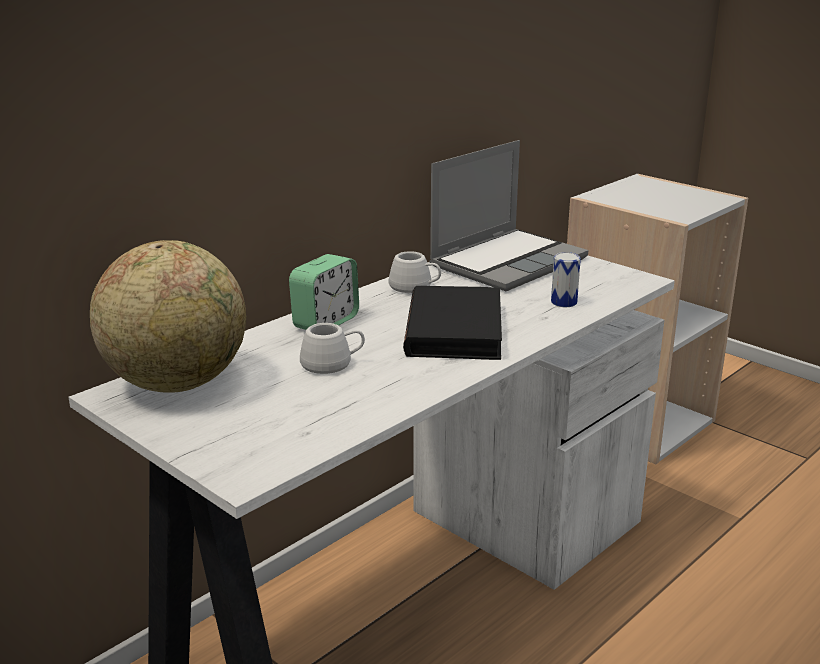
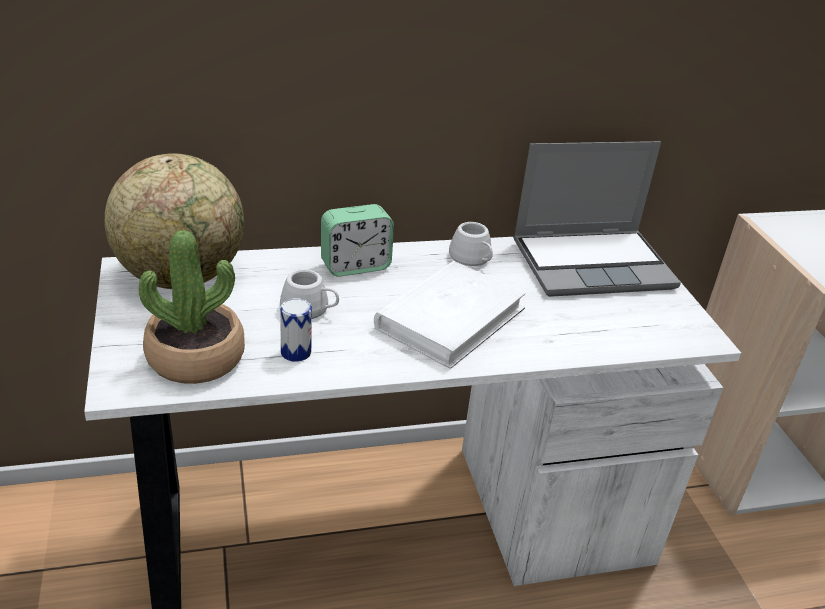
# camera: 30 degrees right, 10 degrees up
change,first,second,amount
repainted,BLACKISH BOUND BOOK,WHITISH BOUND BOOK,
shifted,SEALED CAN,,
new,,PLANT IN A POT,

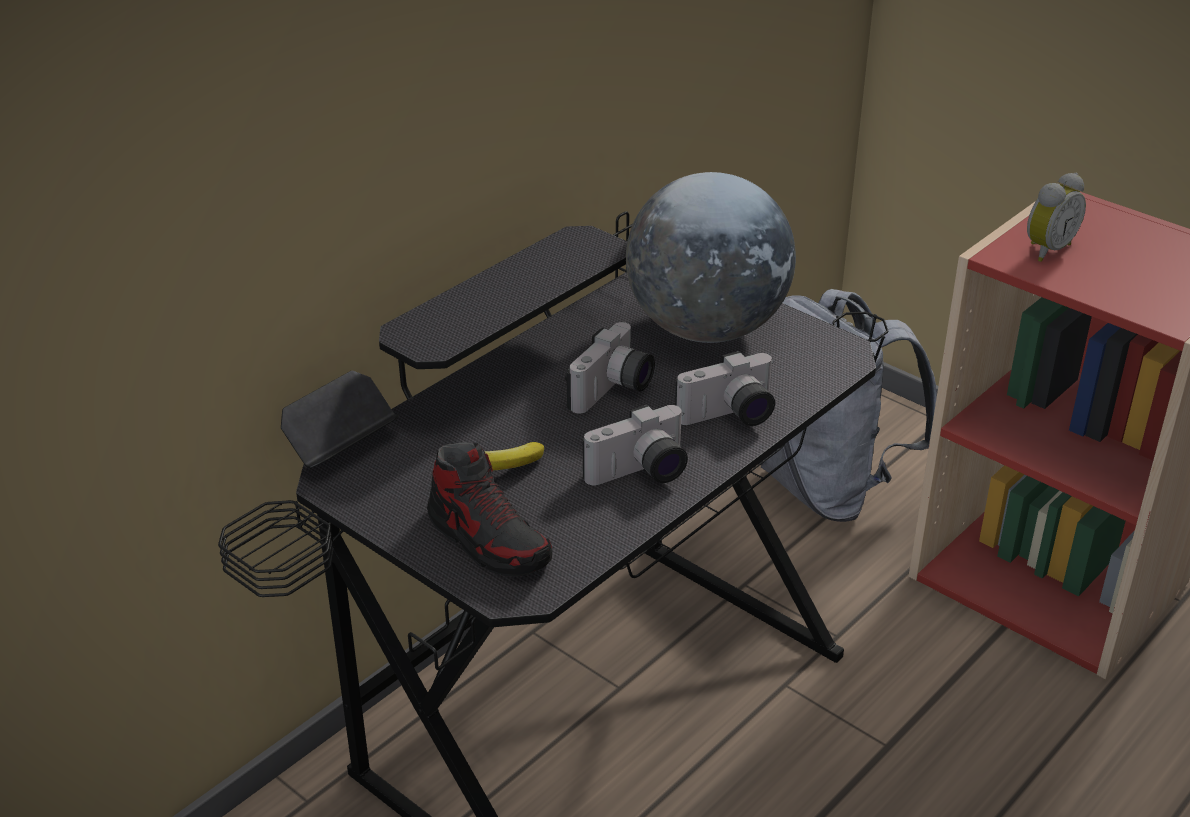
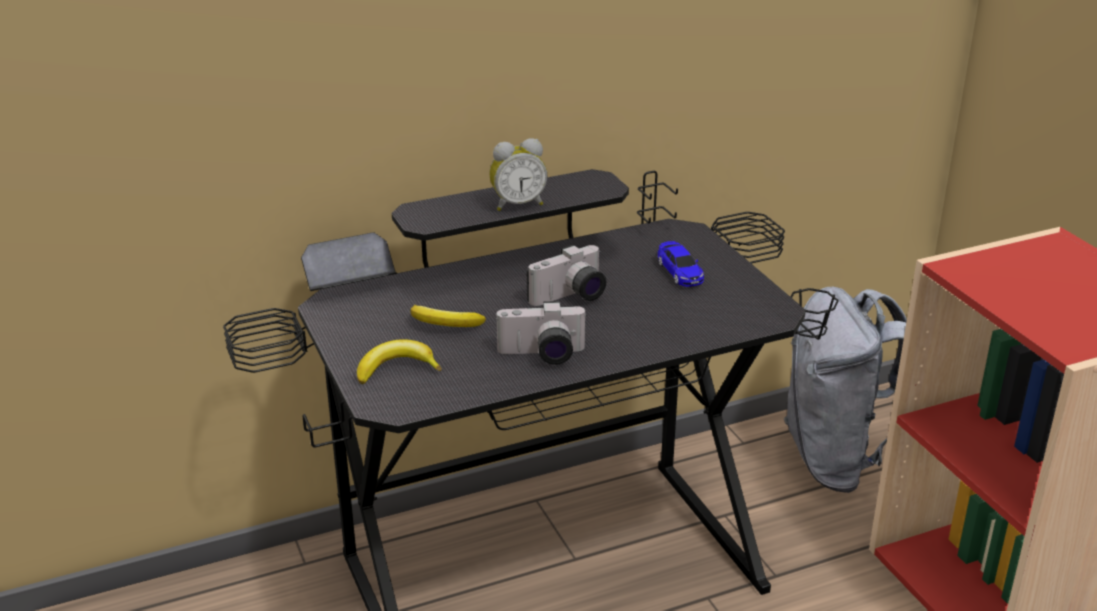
# camera: 25 degrees right, 5 degrees down
change,first,second,amount
swapped,LOW SHOE,BANANA (no. 1 from left),
swapped,WORLD GLOBE,MODEL CAR,
gone,PHOTO CAMERA (no. 3 from left),,
shifted,TABLE CLOCK,,

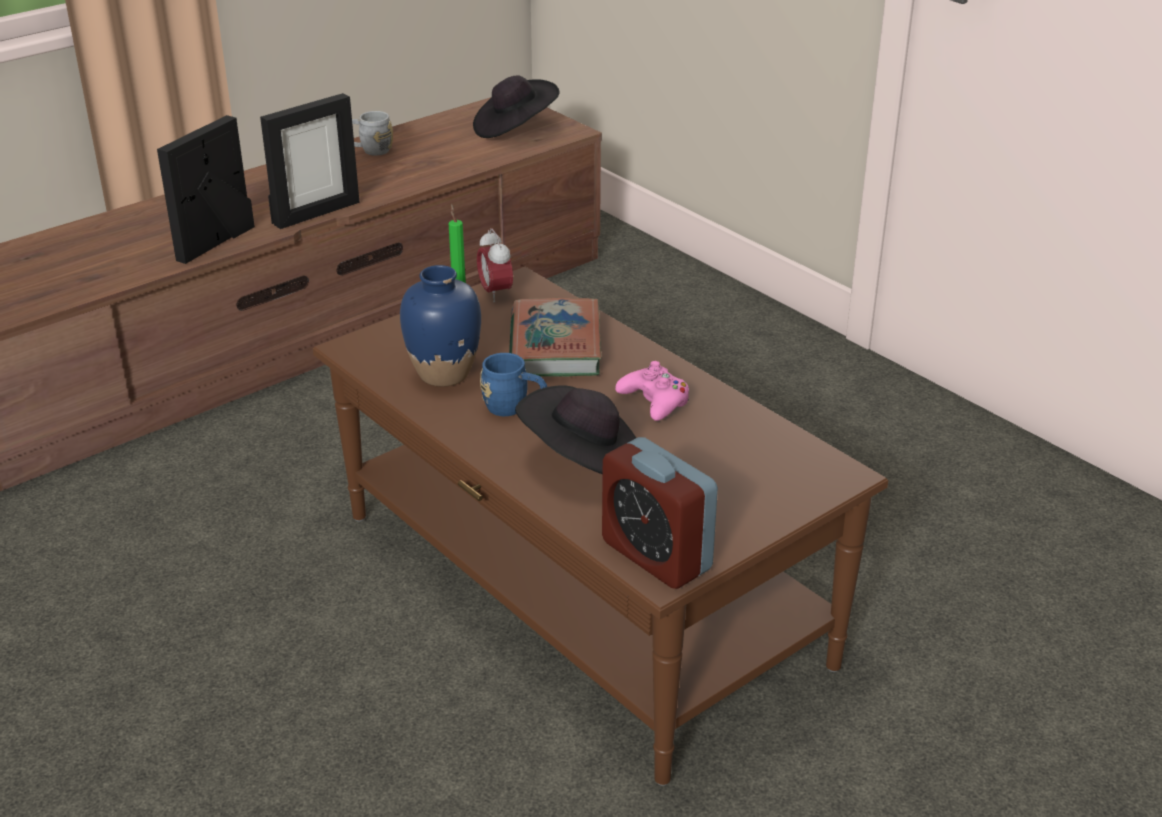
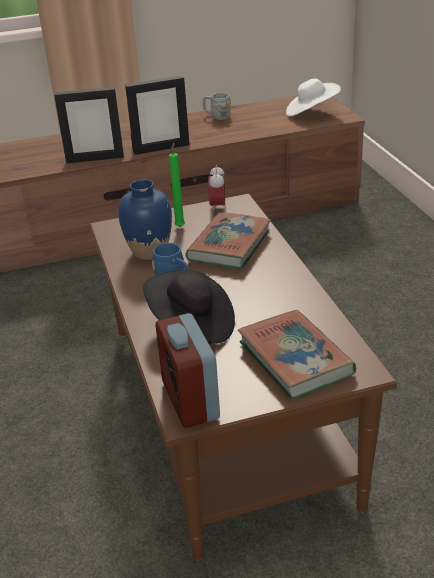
# camera: 25 degrees right, 0 degrees up
change,first,second,amount
rotated,PHOTO FRAME (no. 1 from left),,150 degrees counterclockwise
repainted,BLACKISH HAT (no. 1 from left),WHITISH HAT,
gone,PINKISH GAMEPAD,,
new,,BOUND BOOK (no. 2 from left),

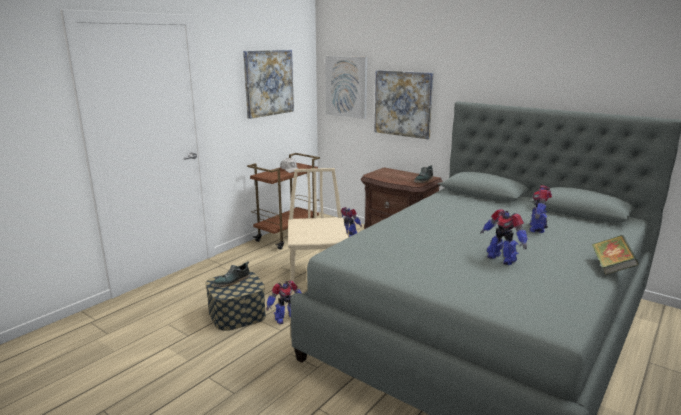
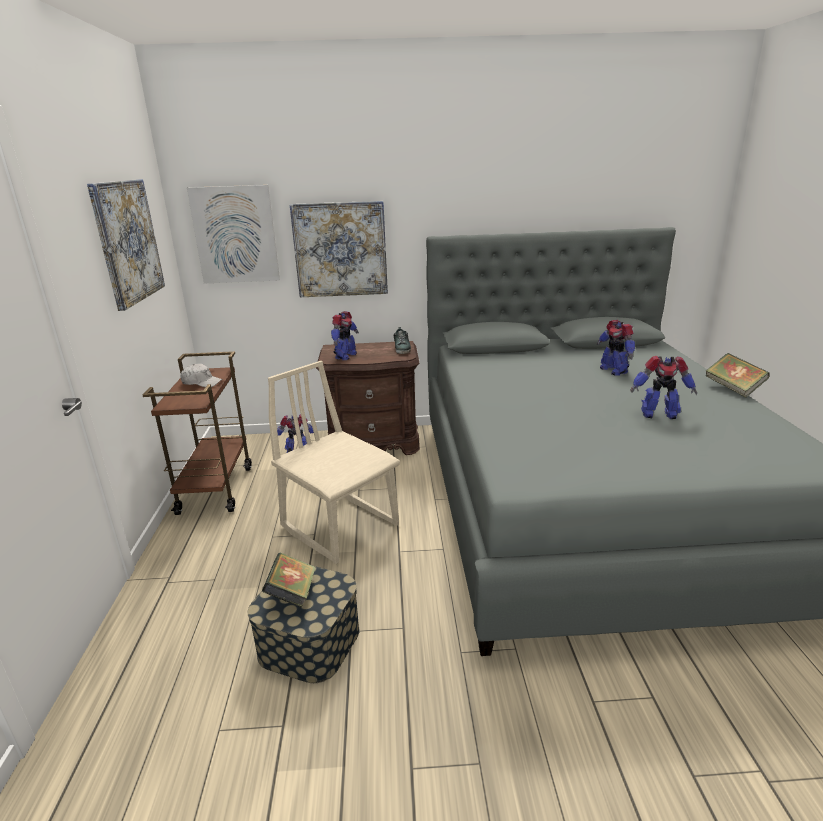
# camera: 40 degrees left, 5 degrees up
change,first,second,amount
swapped,LOW SHOE (no. 1 from left),BOUND BOOK (no. 1 from left),
shifted,TOY ROBOT (no. 1 from left in the first image),TOY ROBOT (no. 2 from left),

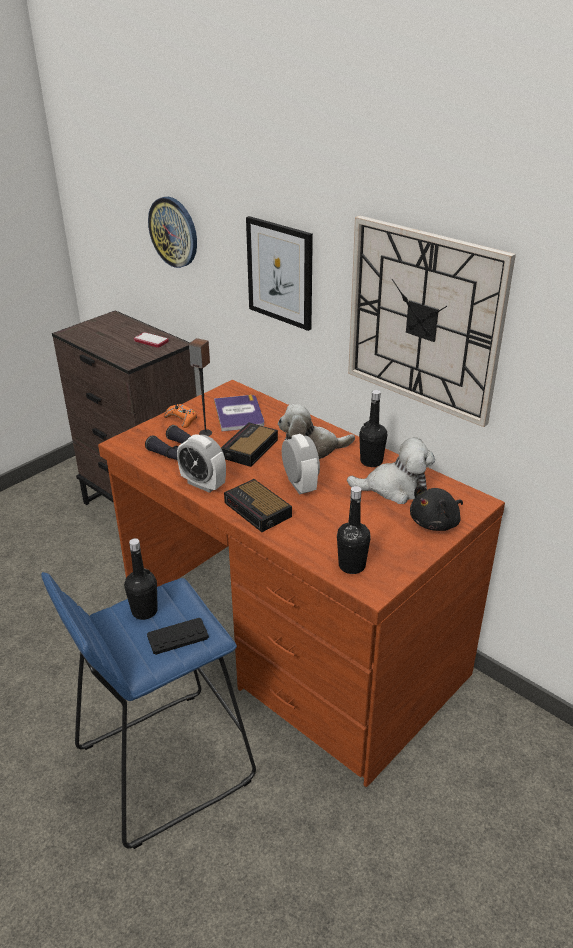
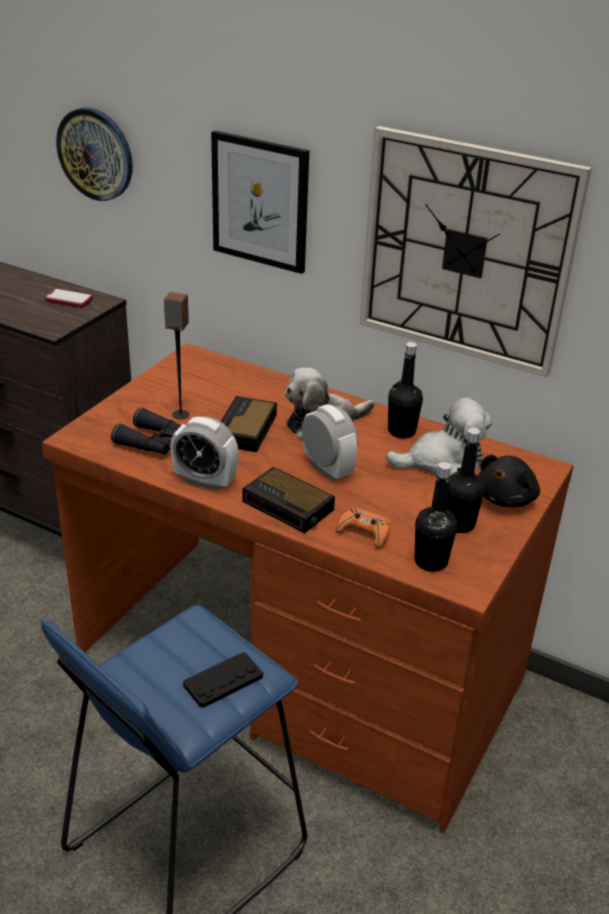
# camera: 15 degrees left, 0 degrees up
change,first,second,amount
shifted,BLACKISH DRINK BOTTLE (no. 1 from left in the first image),BLACKISH DRINK BOTTLE (no. 3 from left),
shifted,ORANGE-COLOURED GAMEPAD,,
gone,BOUND BOOK,,

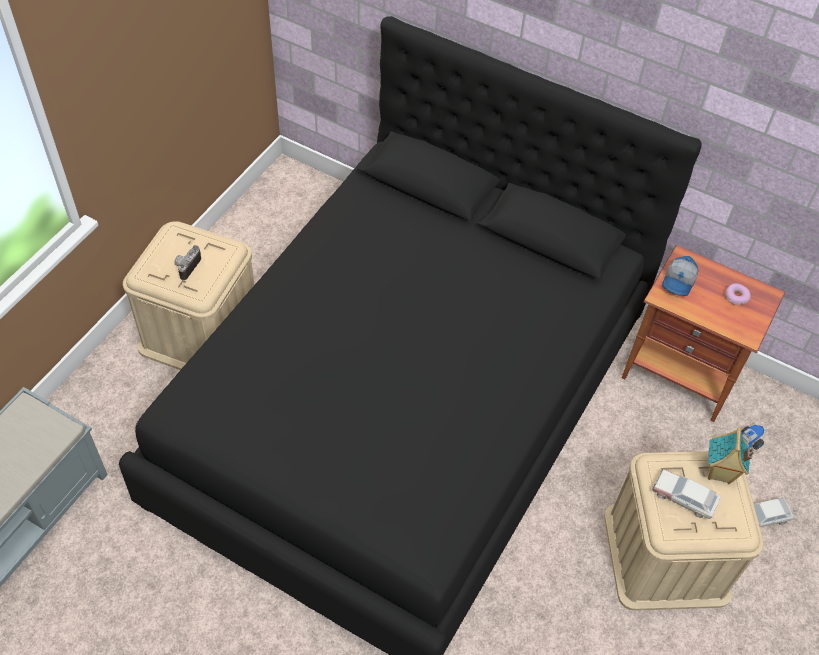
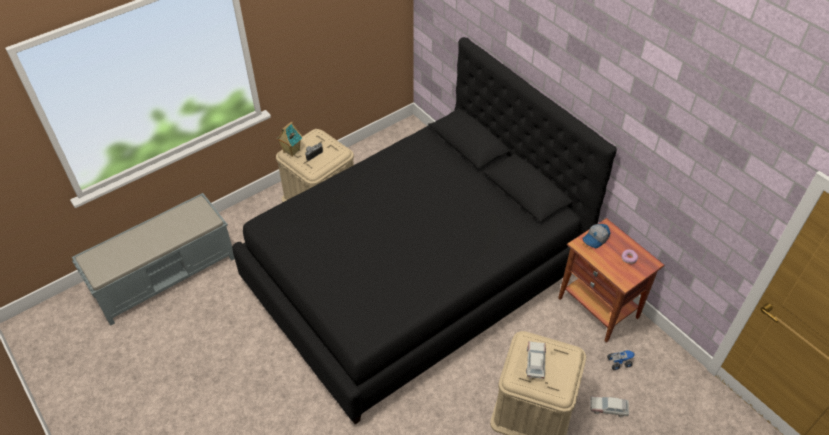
# camera: 25 degrees right, 5 degrees down
change,first,second,amount
rotated,MODEL CAR (no. 1 from left),,45 degrees clockwise
shifted,TOY HOUSE,,

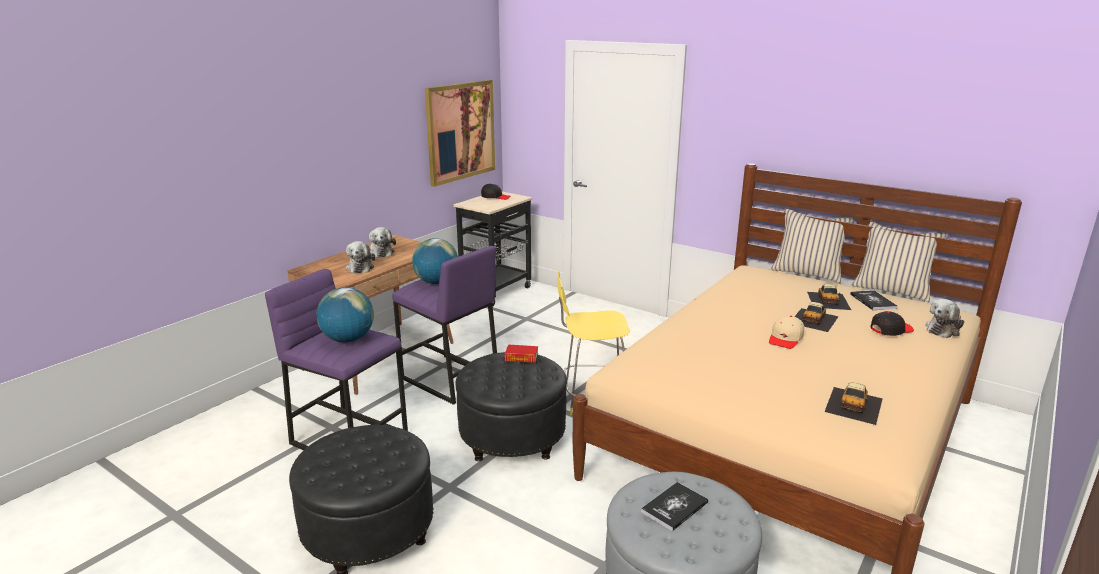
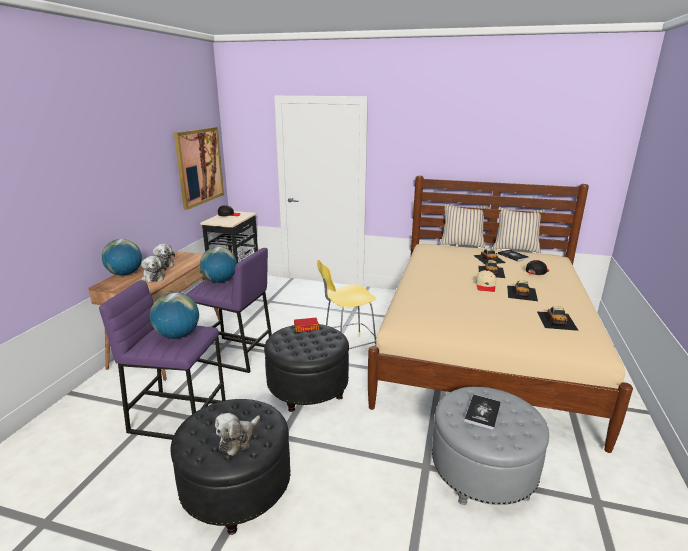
# camera: 20 degrees left, 0 degrees up
change,first,second,amount
shifted,PLUSH TOY (no. 3 from left),,
new,,WORLD GLOBE (no. 1 from left),
new,,MODEL CAR (no. 3 from left),

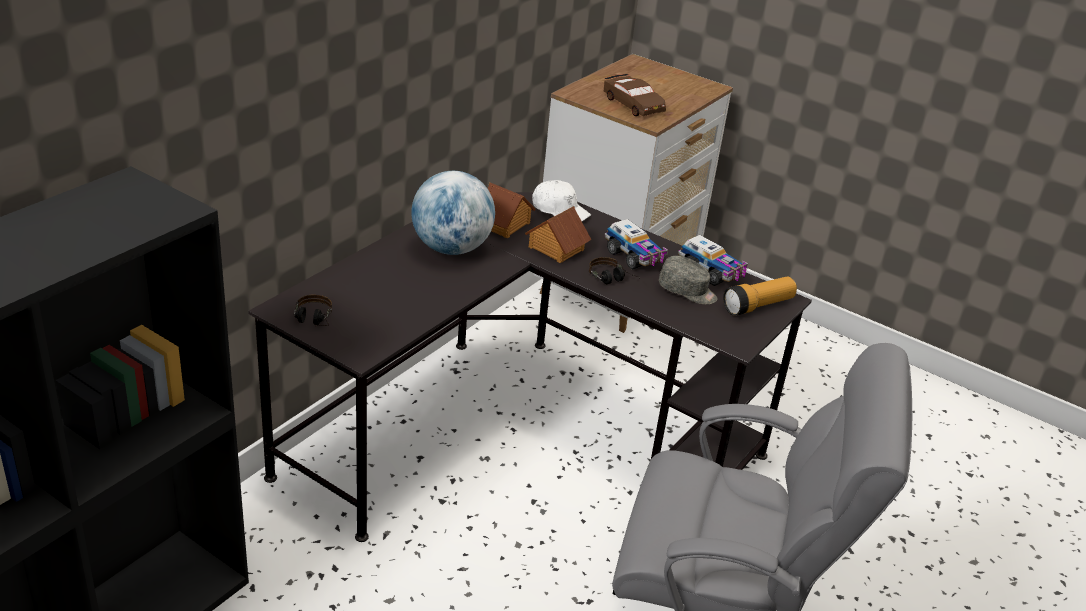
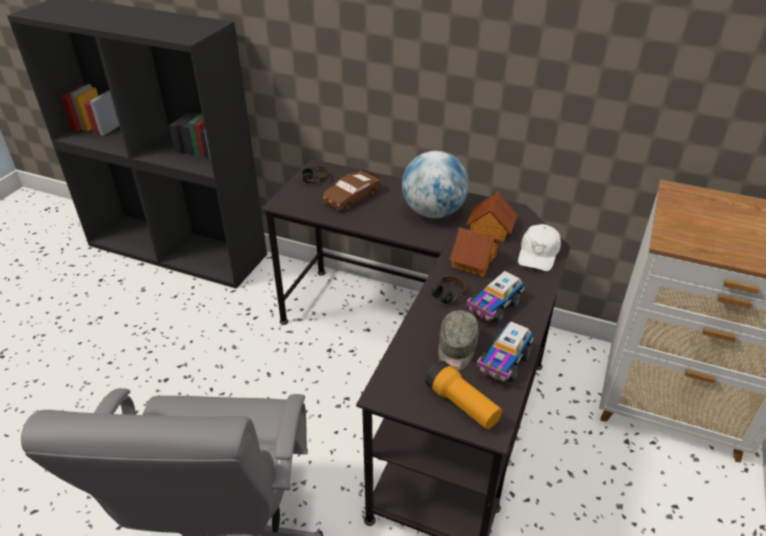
# camera: 80 degrees right, 5 degrees up
change,first,second,amount
shifted,BROWNISH MODEL CAR,,

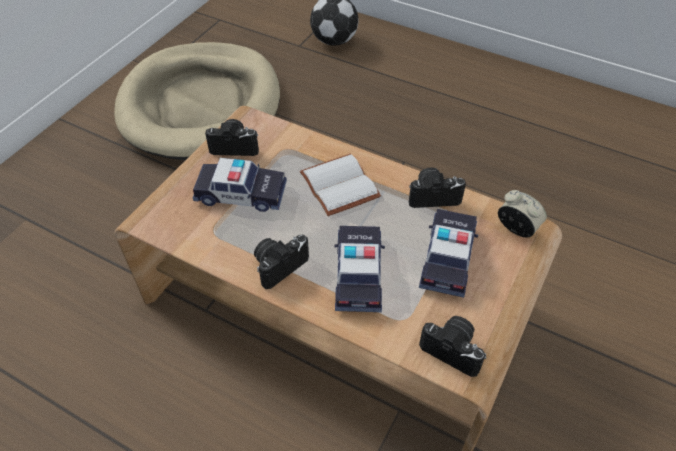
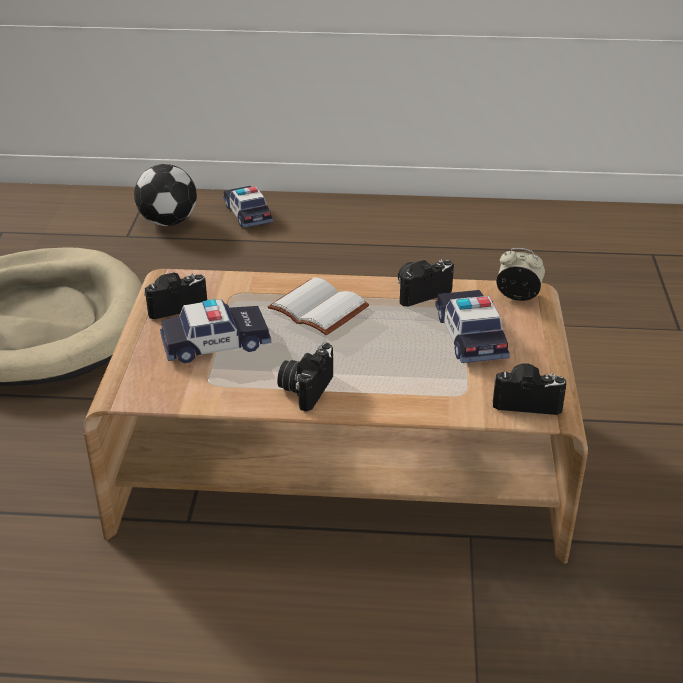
# camera: 25 degrees left, 15 degrees down
change,first,second,amount
shifted,MODEL CAR (no. 2 from left),,

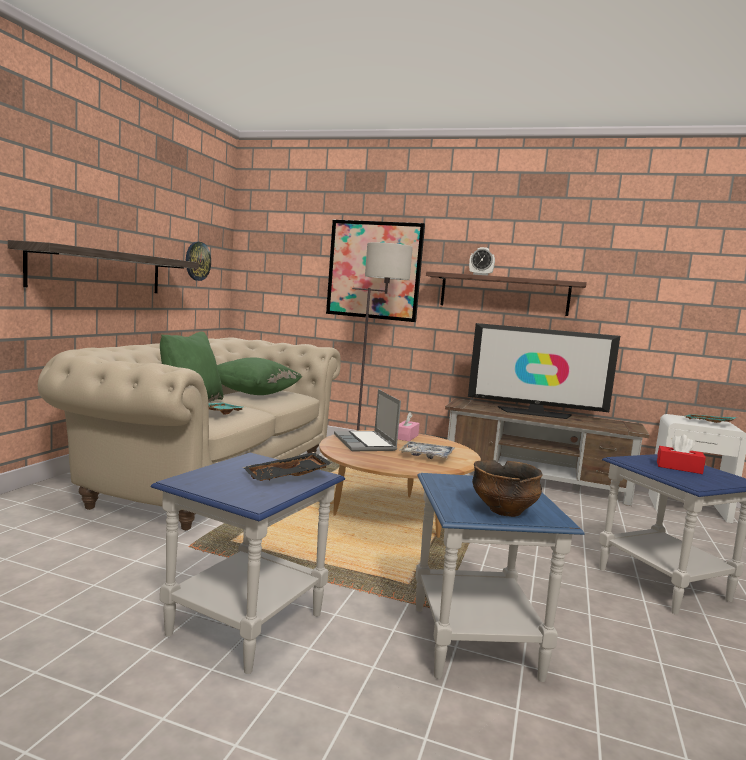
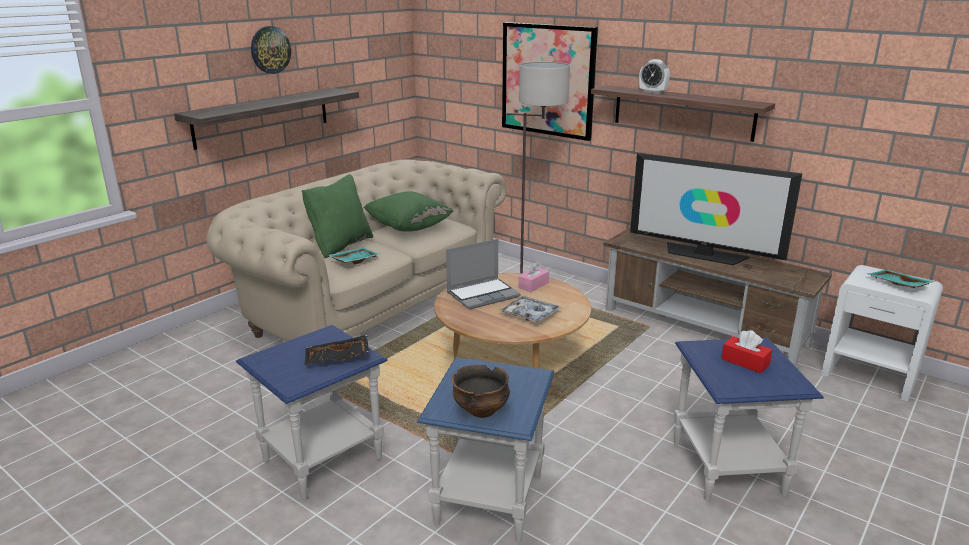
# camera: 20 degrees right, 15 degrees up
change,first,second,amount
shifted,WALL CLOCK,,
rotated,LAPTOP,,120 degrees counterclockwise

